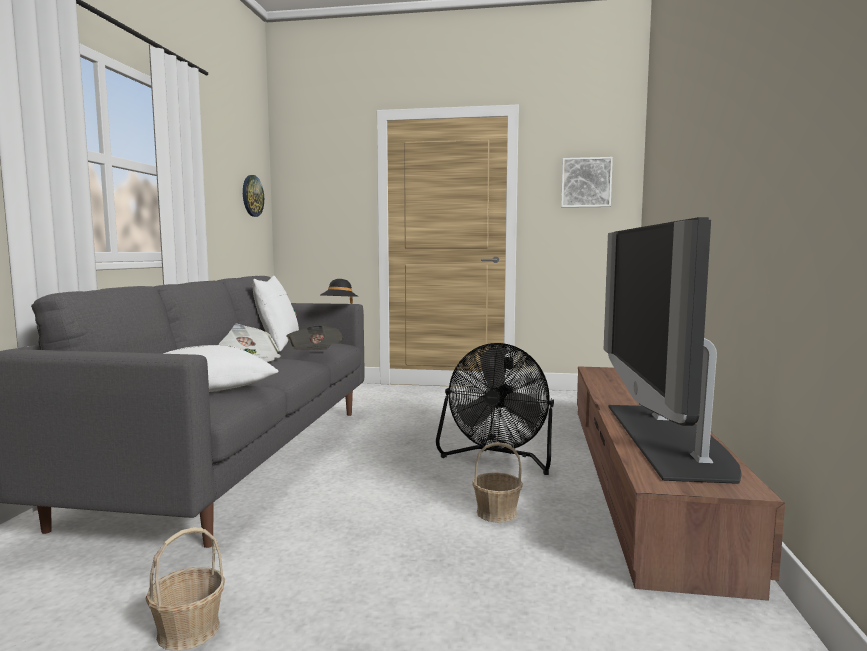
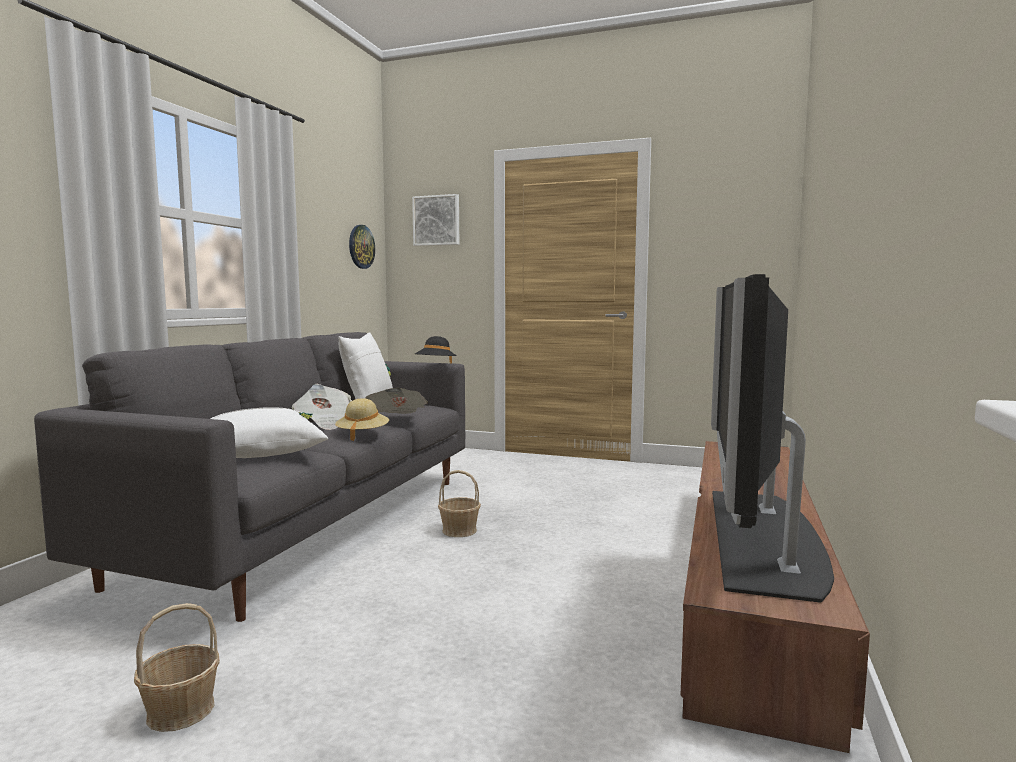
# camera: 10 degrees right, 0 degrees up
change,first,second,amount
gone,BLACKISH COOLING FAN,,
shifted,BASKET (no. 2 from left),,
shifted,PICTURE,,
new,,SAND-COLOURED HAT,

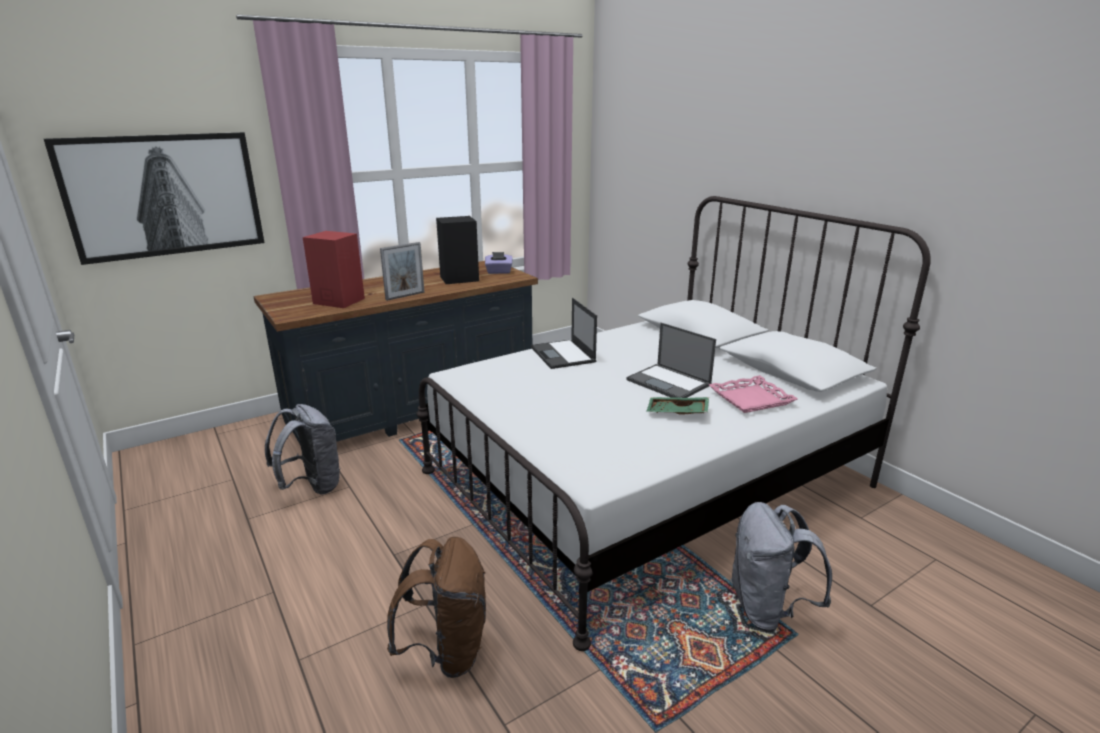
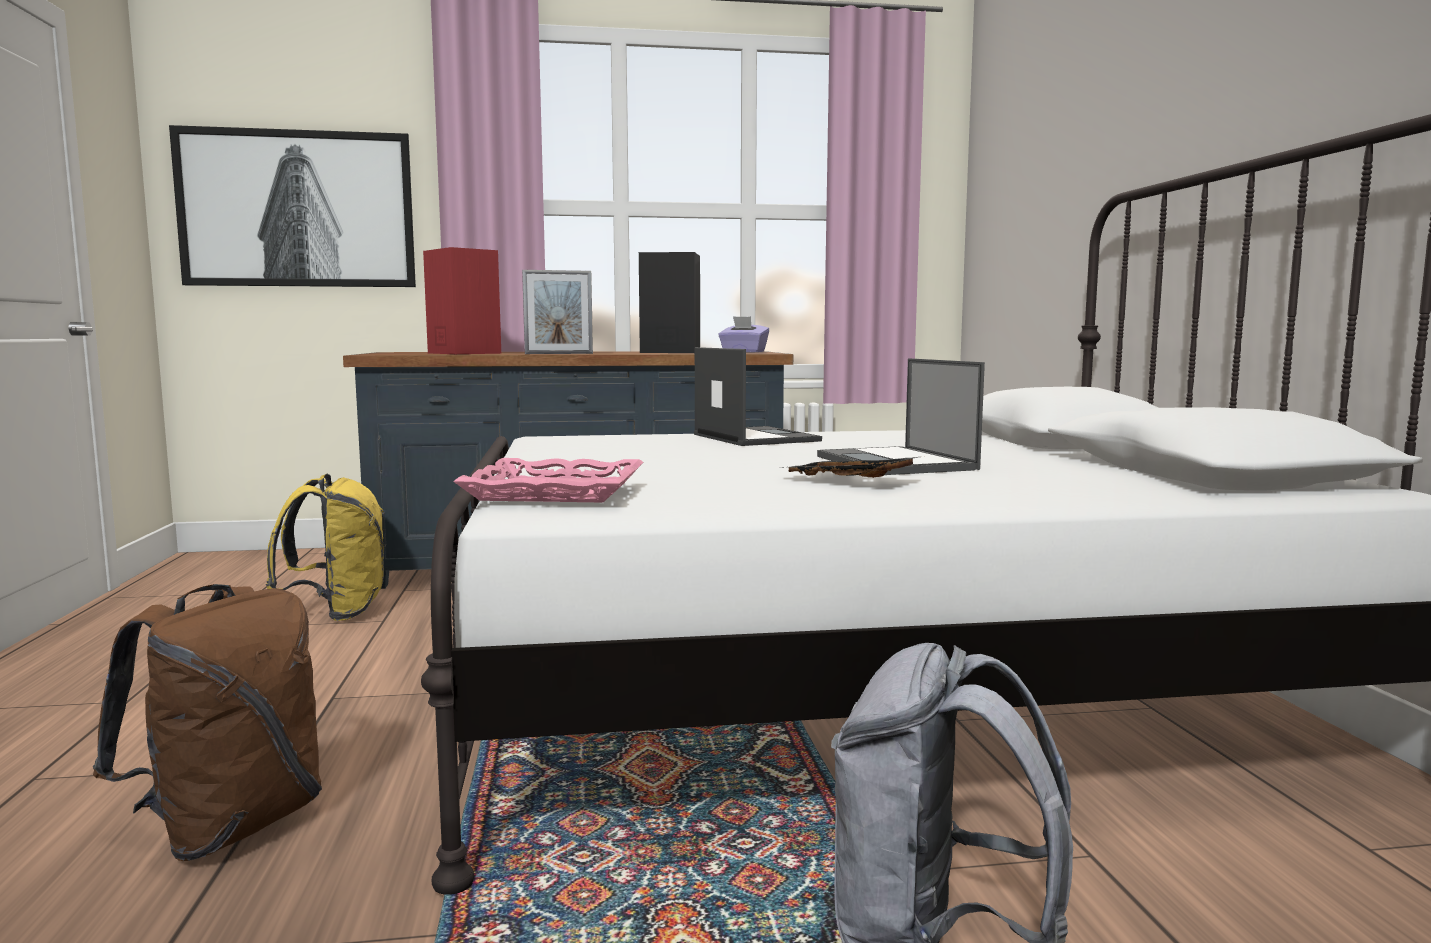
# camera: 25 degrees right, 15 degrees down
change,first,second,amount
repainted,GREYISH BACKPACK (no. 1 from left),YELLOWISH BACKPACK,
rotated,LAPTOP (no. 1 from left),,150 degrees clockwise
repainted,GREEN TRAY,BLACKISH TRAY,
shifted,PINKISH TRAY,,

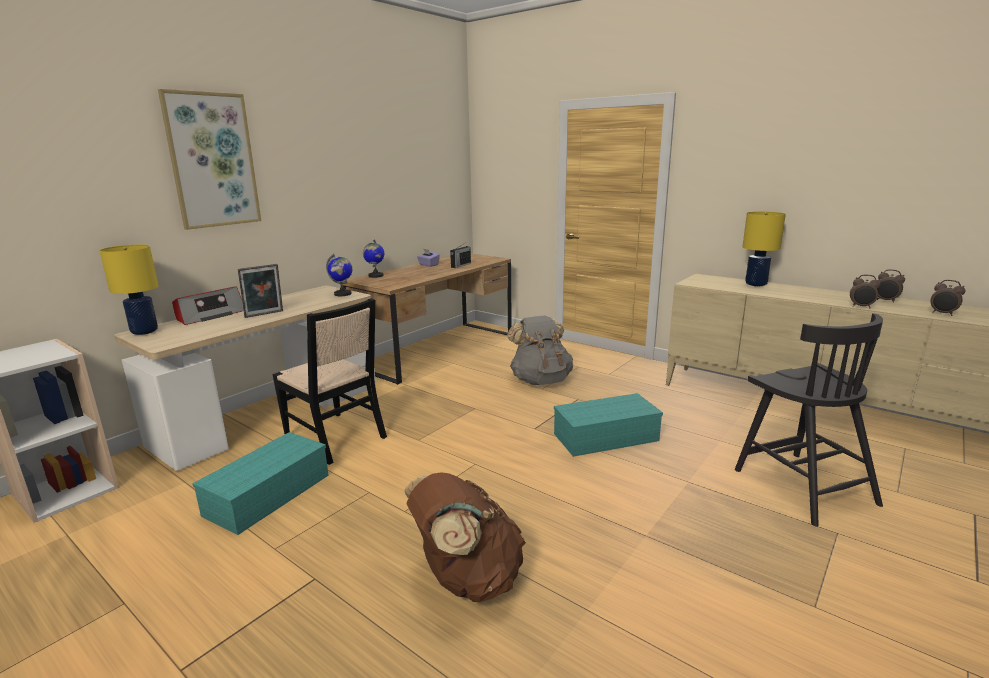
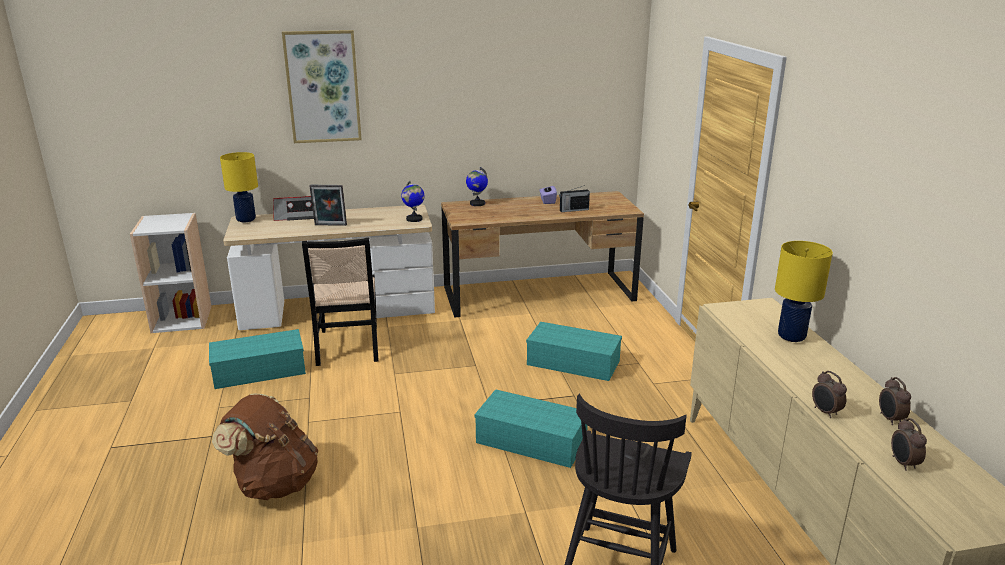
# camera: 40 degrees right, 5 degrees up
change,first,second,amount
swapped,GREYISH BACKPACK,TURQUOISE-COLOURED STORAGE BOX (no. 3 from left),

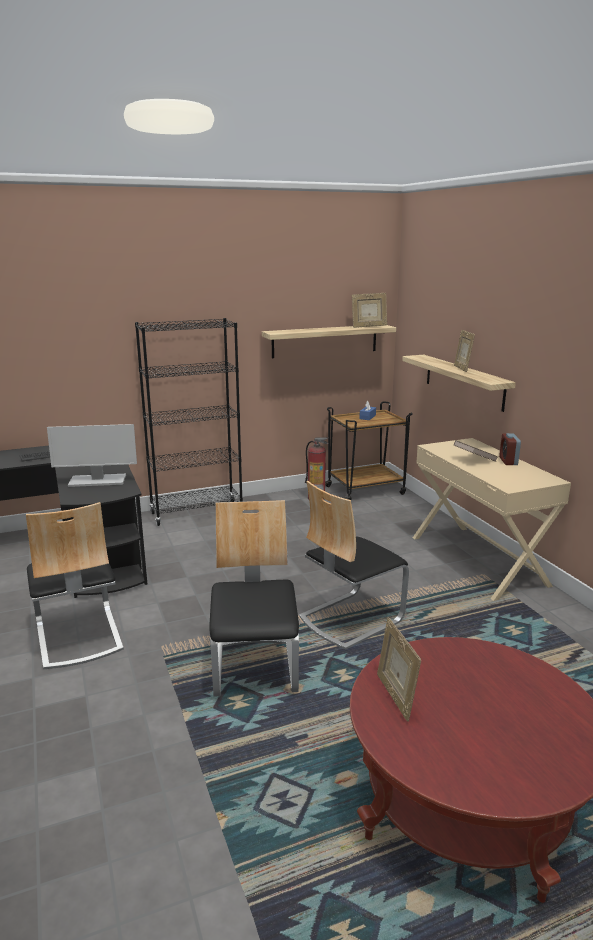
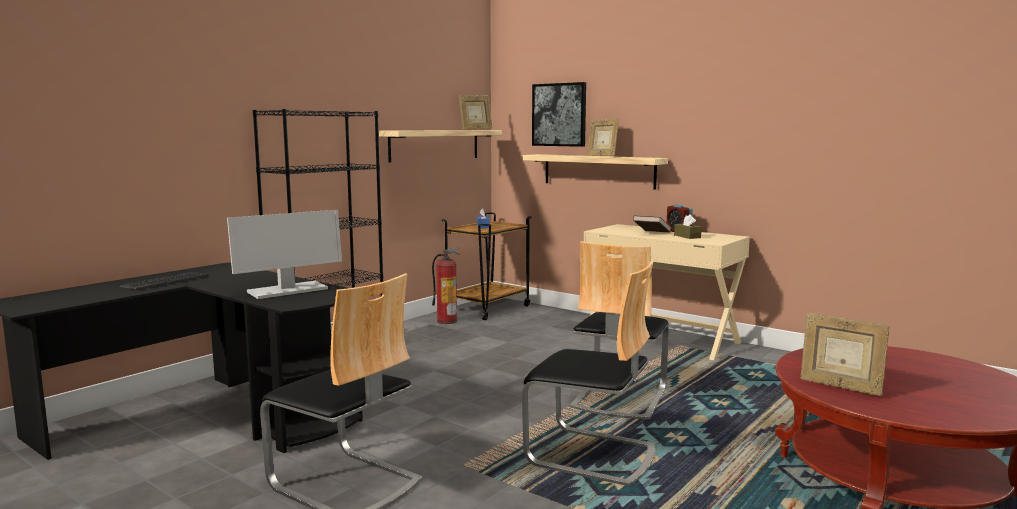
# camera: 30 degrees left, 10 degrees down
change,first,second,amount
rotated,PLAIN CHAIR (no. 2 from left),,150 degrees clockwise
new,,PICTURE,
new,,BROWNISH BOX OF TISSUES,

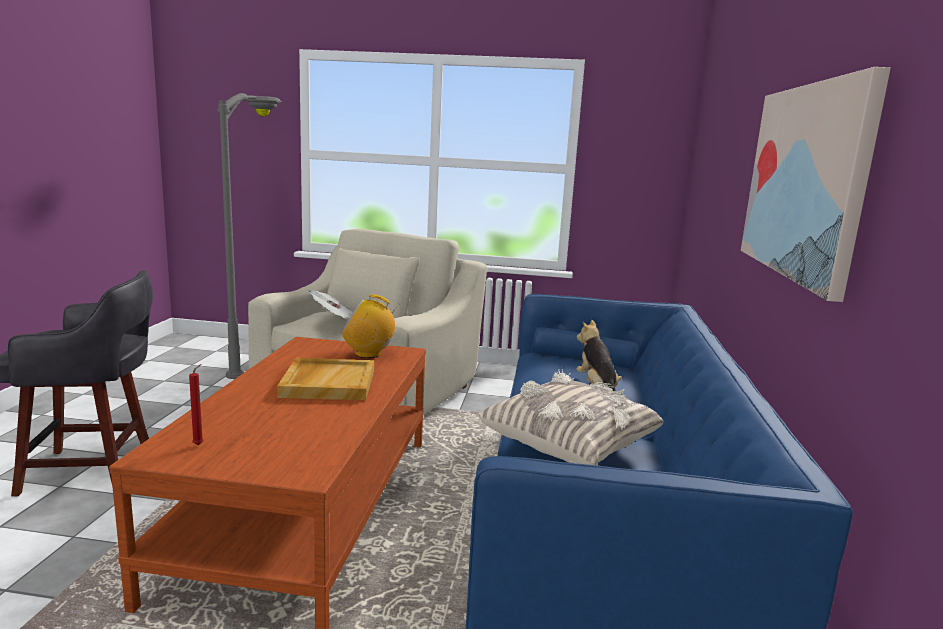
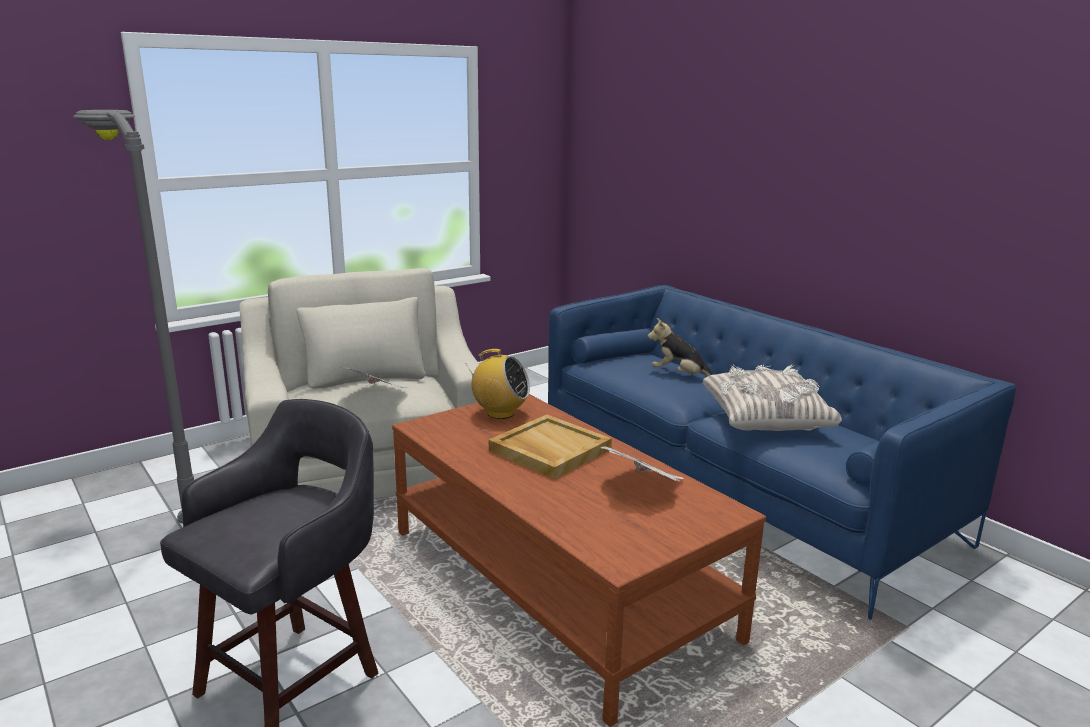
# camera: 45 degrees left, 5 degrees up
change,first,second,amount
gone,RED-COLOURED WAX CANDLE,,
rotated,RADIO,,120 degrees counterclockwise
gone,PICTURE,,
new,,DAILY PAPER (no. 2 from left),

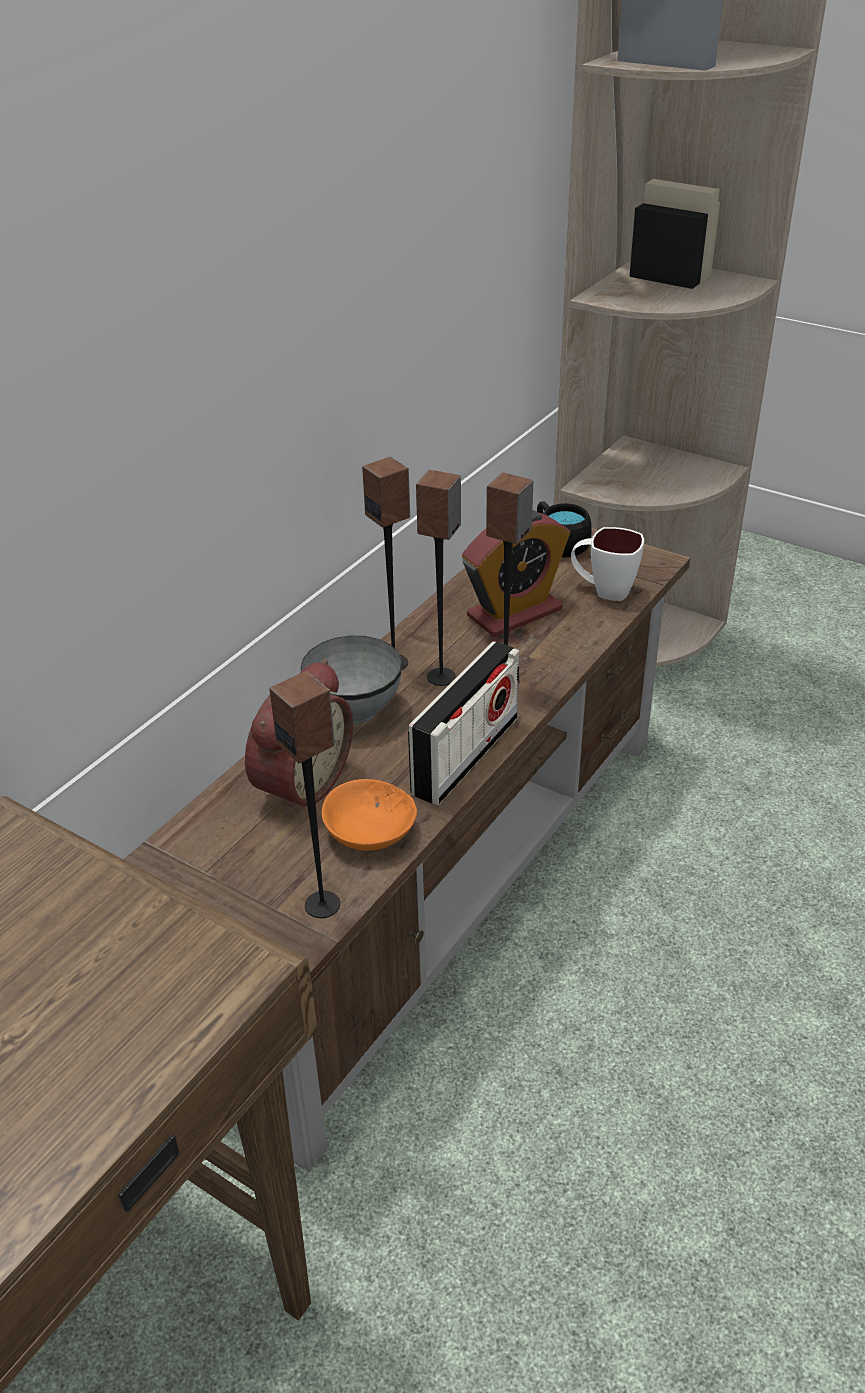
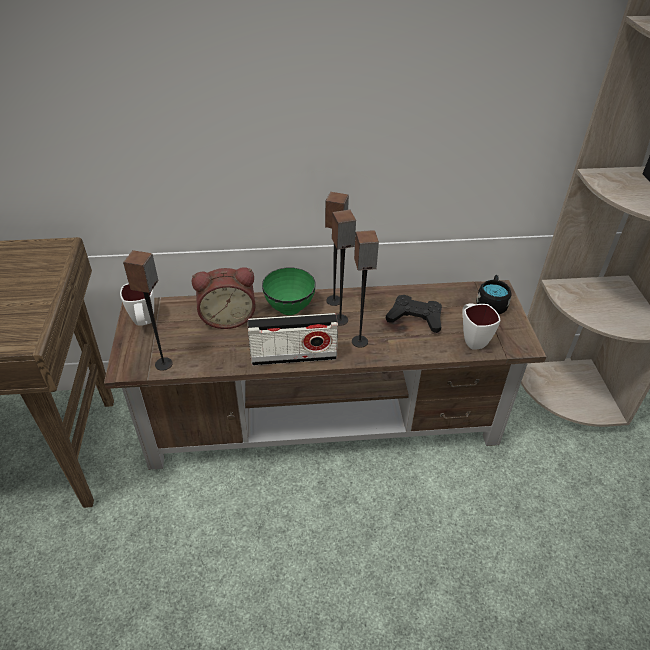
# camera: 50 degrees right, 5 degrees up
change,first,second,amount
repainted,GREYISH SERVING BOWL,GREEN SERVING BOWL,
gone,ORANGE-COLOURED SERVING BOWL,,
swapped,TABLE CLOCK (no. 2 from left),BLACKISH GAMEPAD,
new,,WHITISH TEA MUG (no. 1 from left),

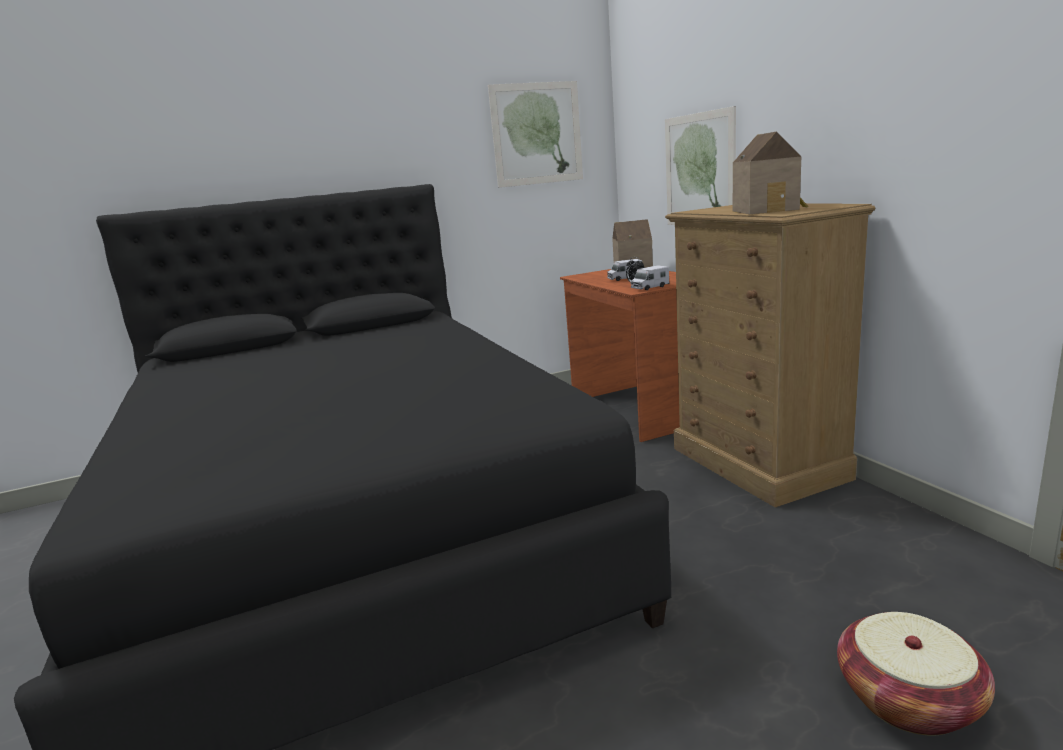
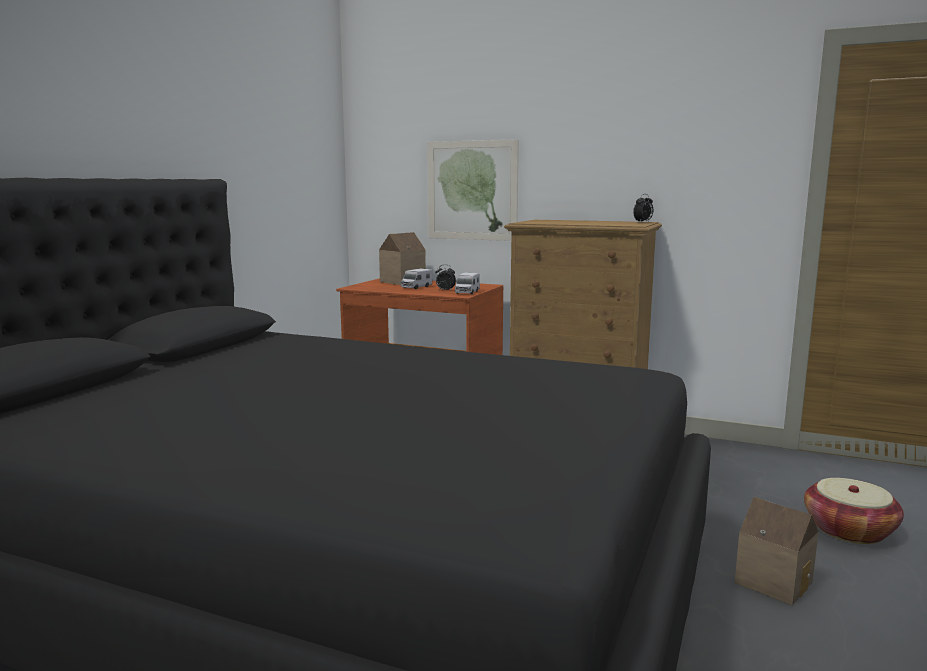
# camera: 45 degrees left, 5 degrees down
change,first,second,amount
gone,PICTURE (no. 1 from left),,
shifted,TOY HOUSE (no. 2 from left),,
new,,TABLE CLOCK (no. 2 from left),

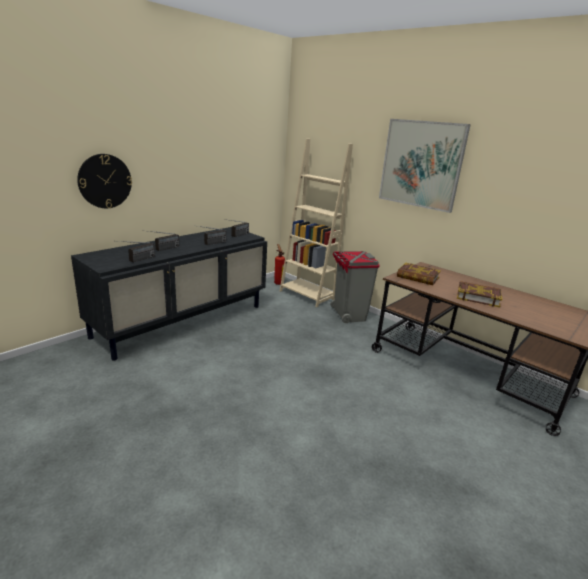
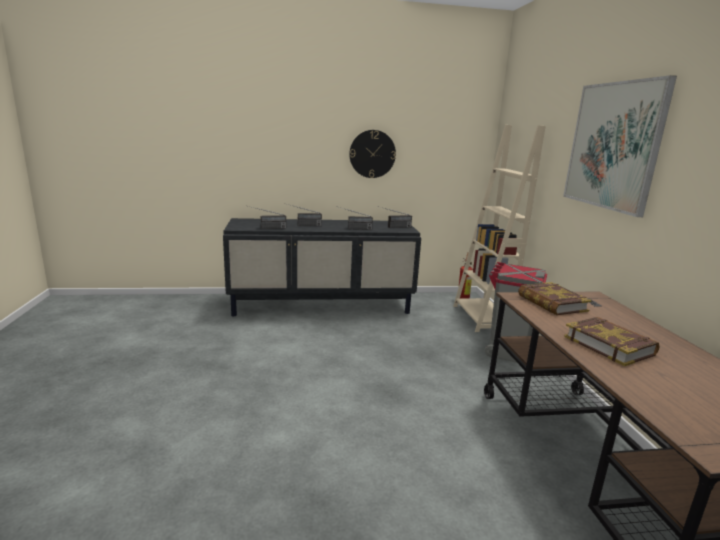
# camera: 40 degrees right, 5 degrees down
change,first,second,amount
shifted,WALL CLOCK,,

